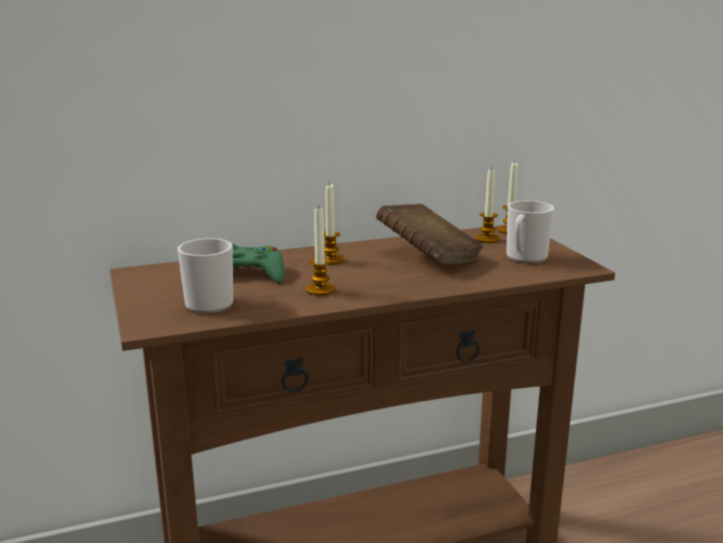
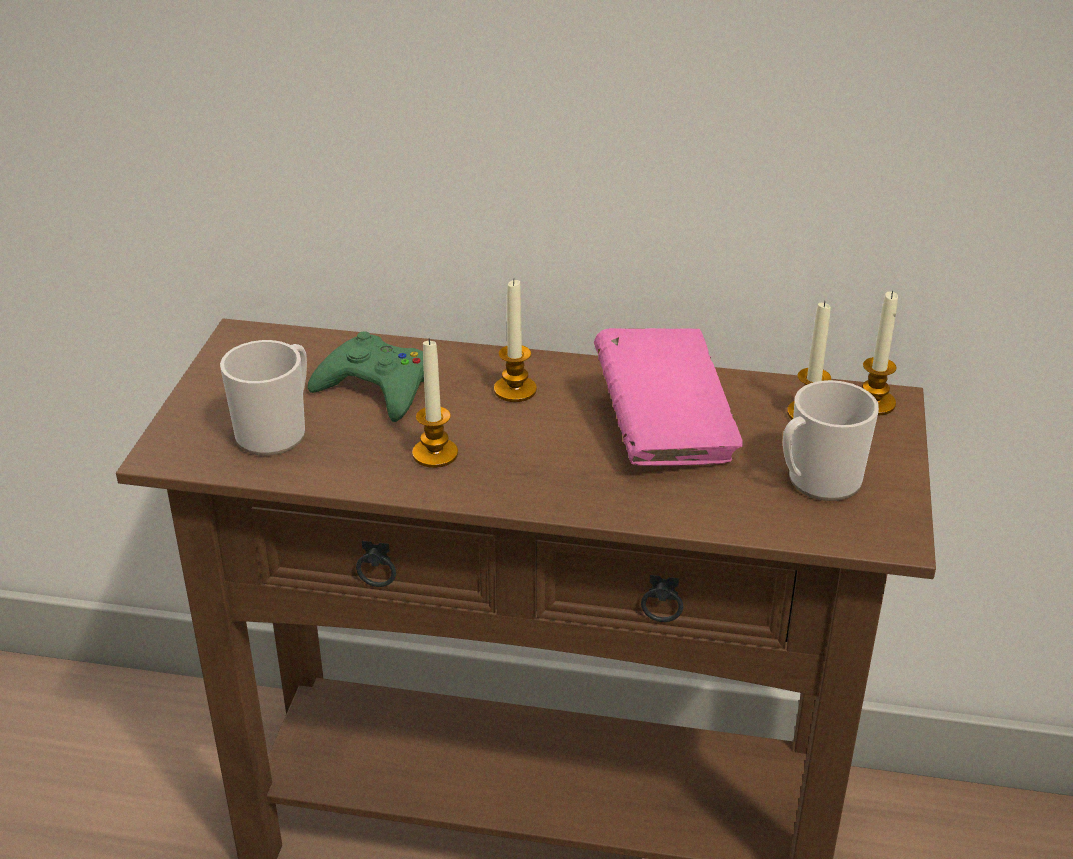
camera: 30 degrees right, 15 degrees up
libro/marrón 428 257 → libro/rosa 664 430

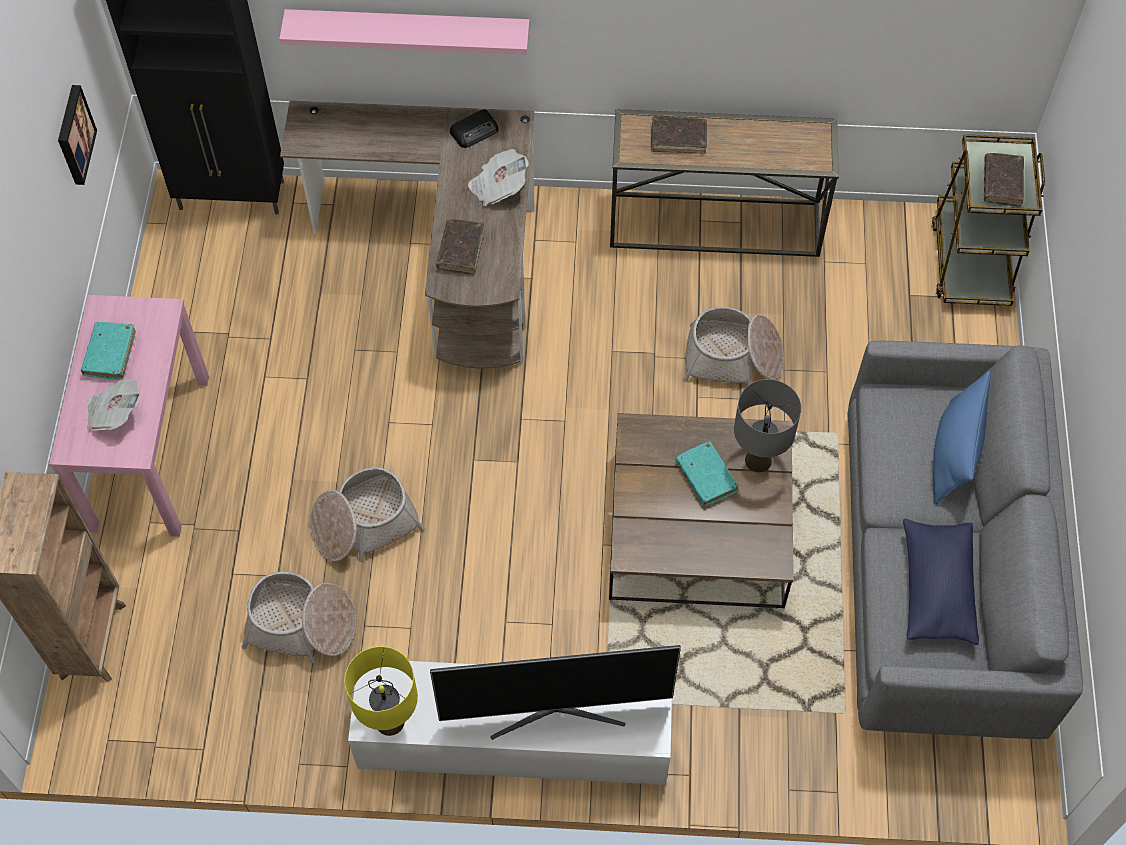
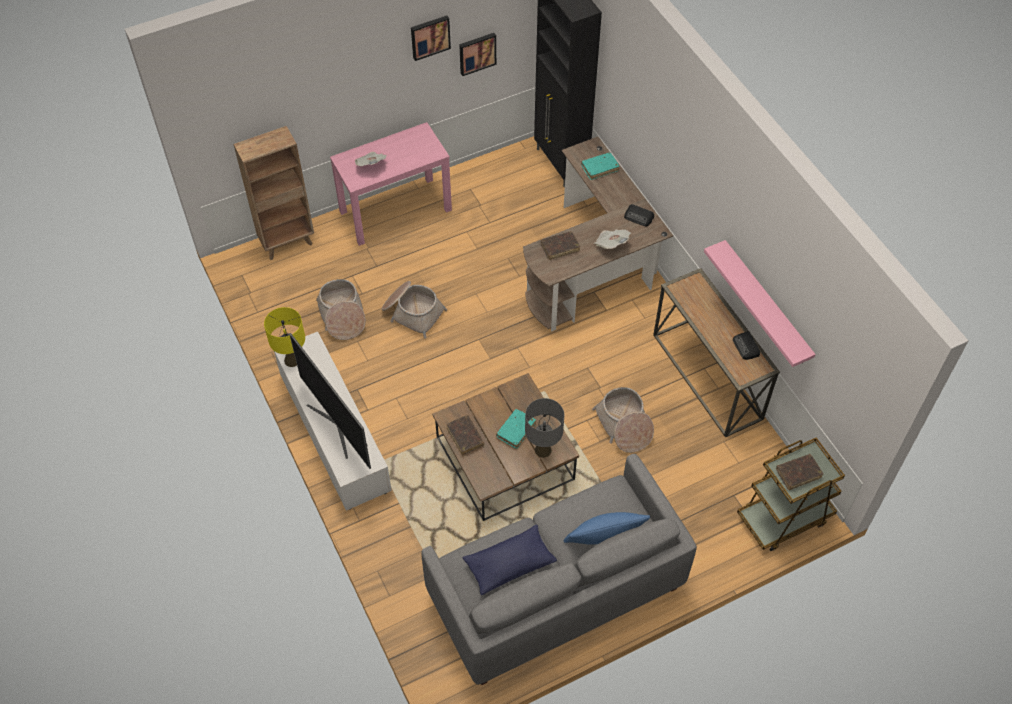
camera: 60 degrees right, 5 degrees down
- → cuadro 430 36
- → radio 746 347
libro/turquesa 110 354 → libro/turquesa 600 168, moved
estante/rosa 408 30 → estante/rosa 766 304, moved
libro/marrón 678 139 → libro/marrón 465 437, moved

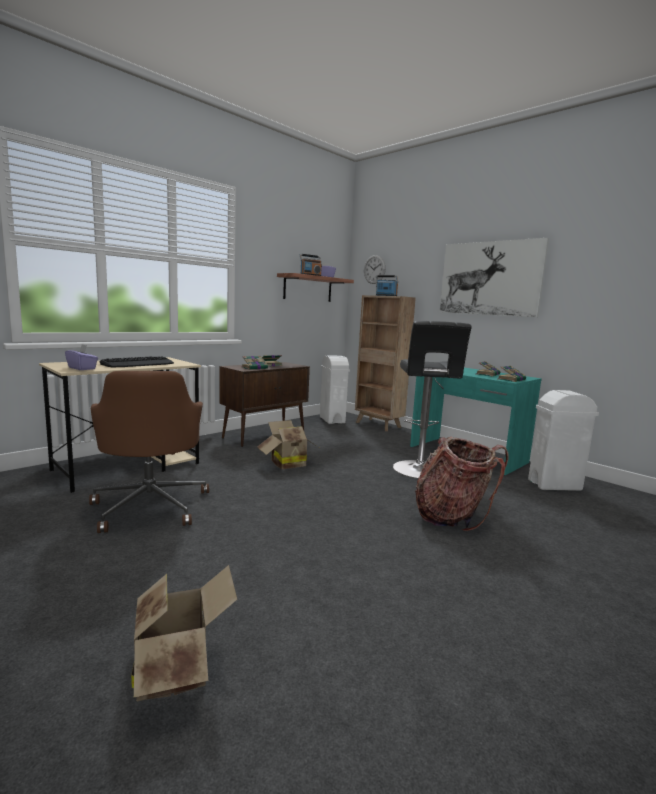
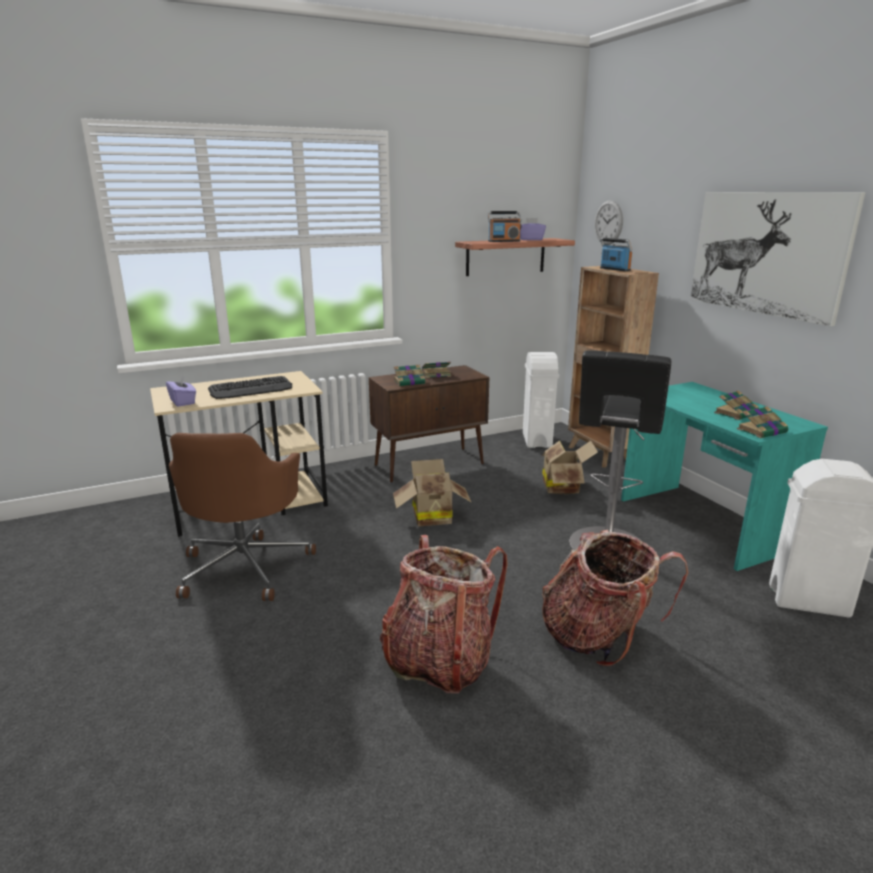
camera: 20 degrees right, 10 degrees up
- → mochila 439 660
caja de cartón 178 668 → caja de cartón 563 487, moved

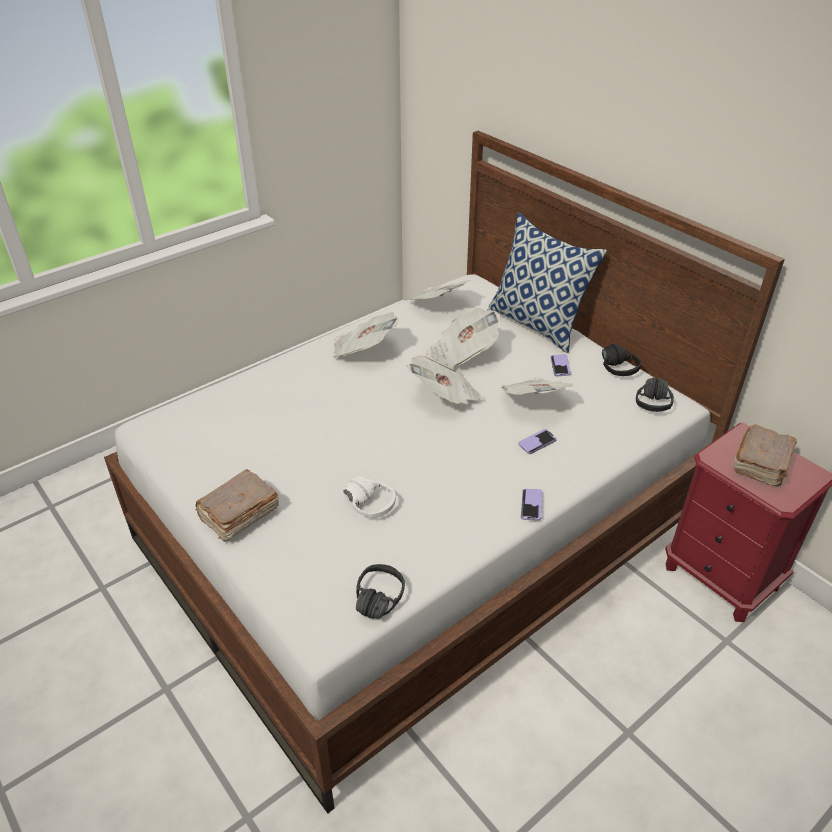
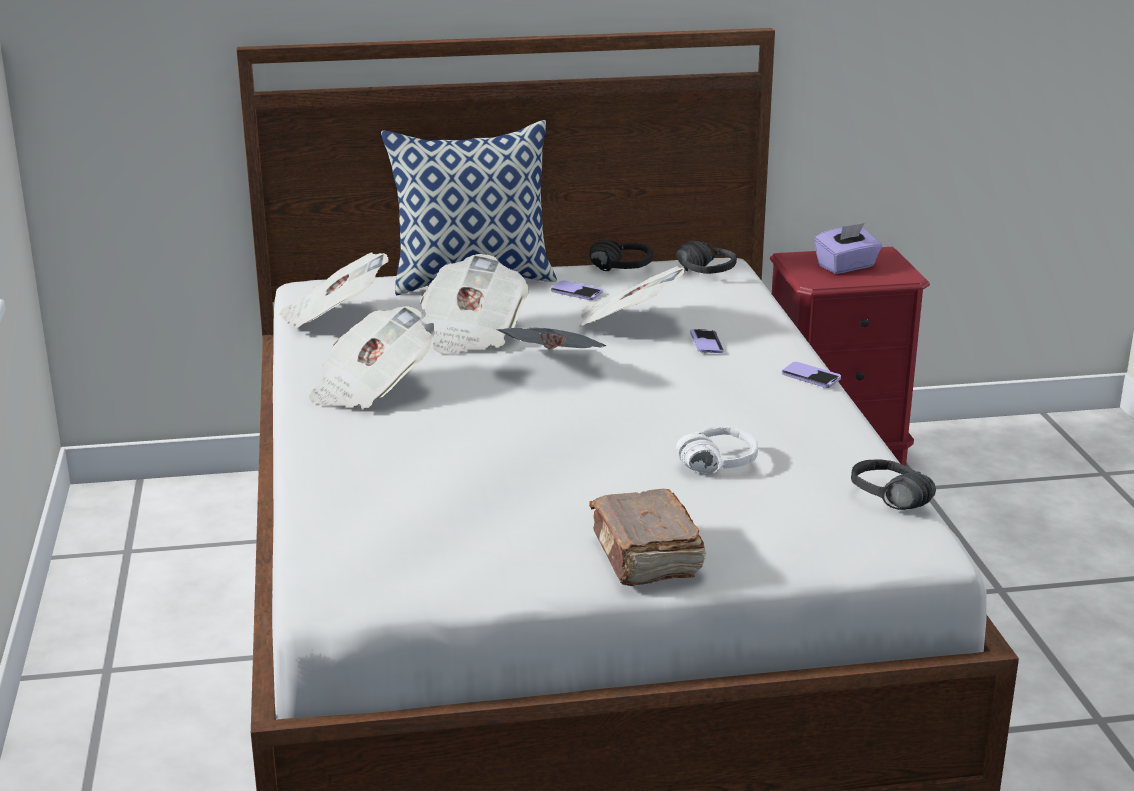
camera: 60 degrees left, 15 degrees down
libro/marrón 762 464 → caja de pañuelos/morado 846 266

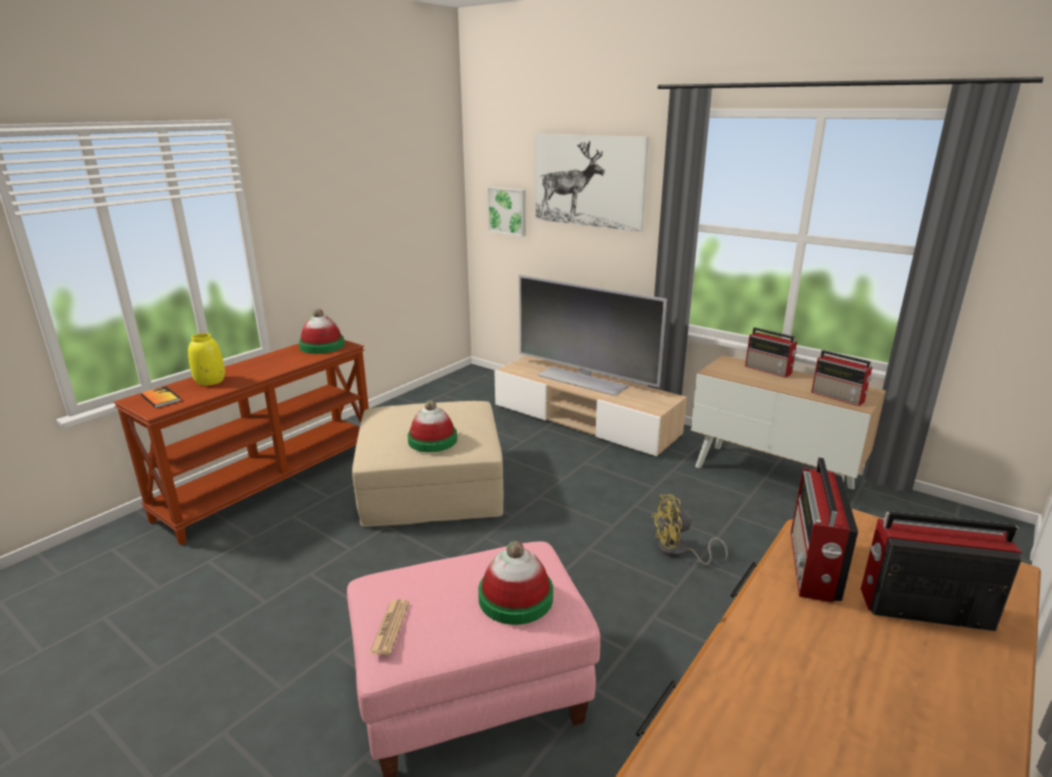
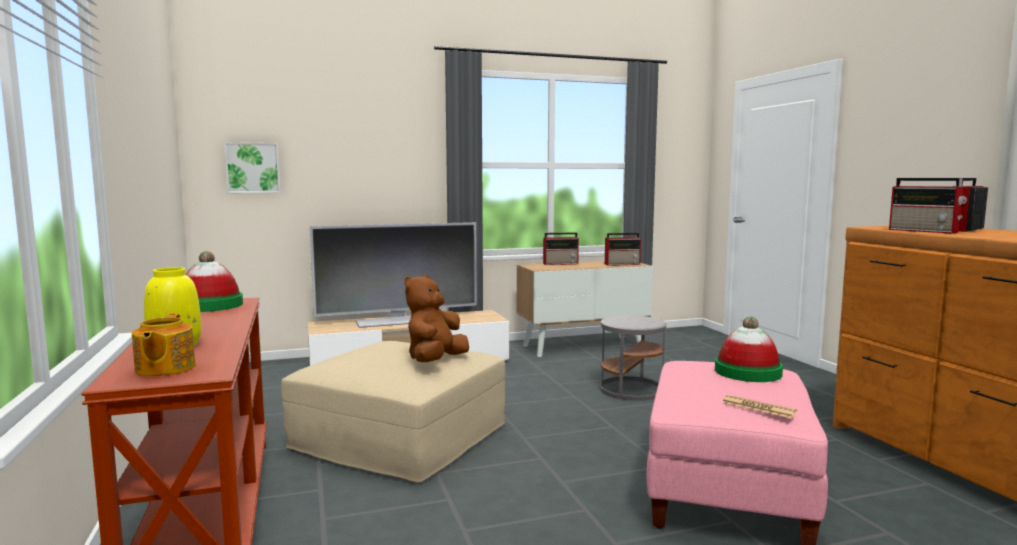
camera: 55 degrees left, 15 degrees down
cuadro 589 181 → -
libro 161 398 → tetera 164 369
sombrero 432 440 → peluche/marrón 435 361
ventilador/amarillo 678 552 → mesa auxiliar/gris 631 389

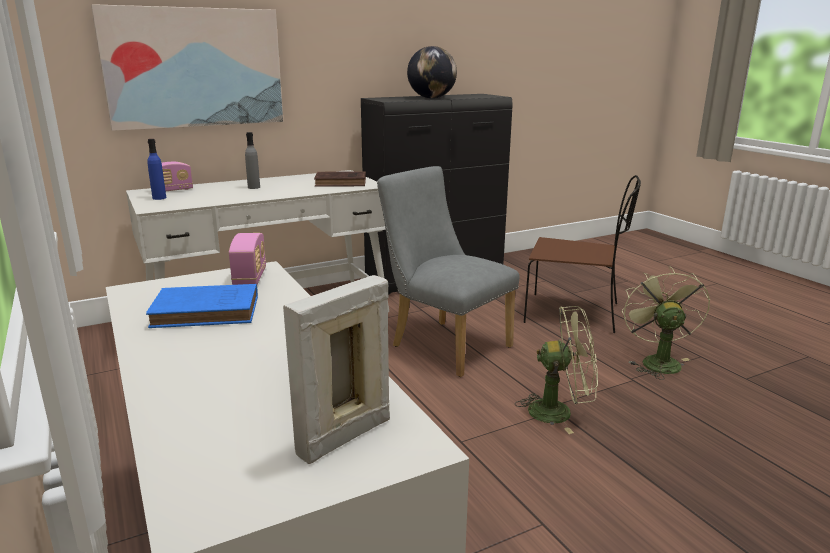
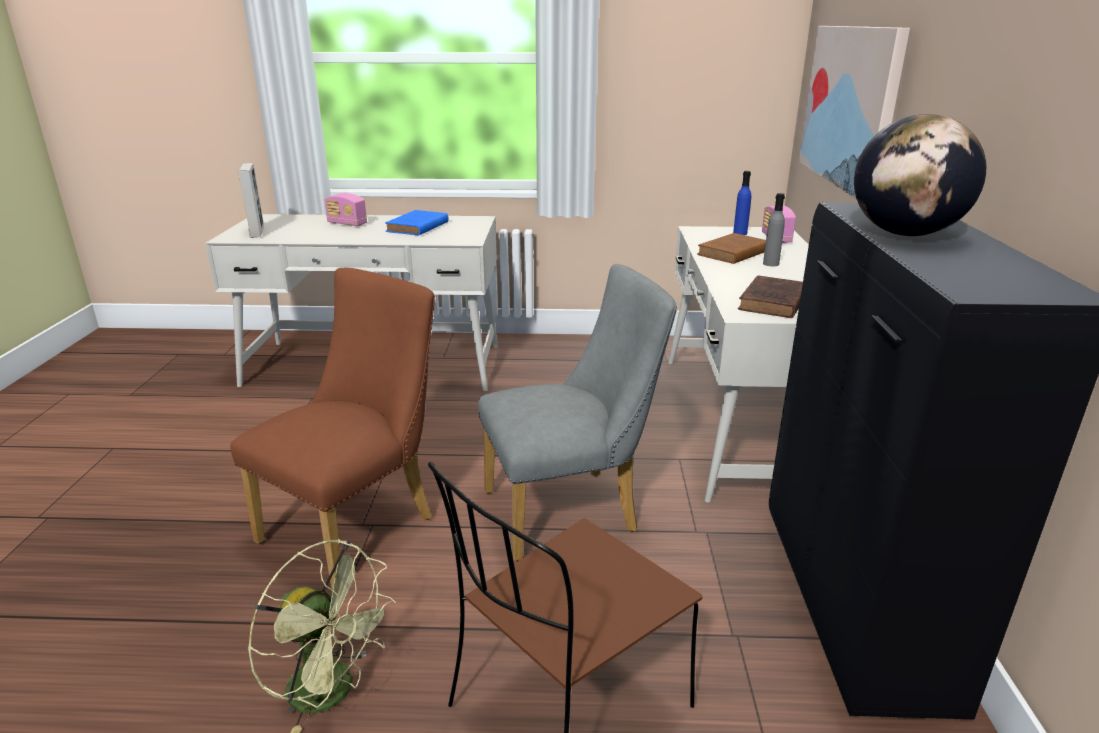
camera: 120 degrees right, 5 degrees up
- → libro/marrón 732 253
radio 250 278 → radio 347 224, moved
ventilador/verde 559 412 → silla/marrón 358 524

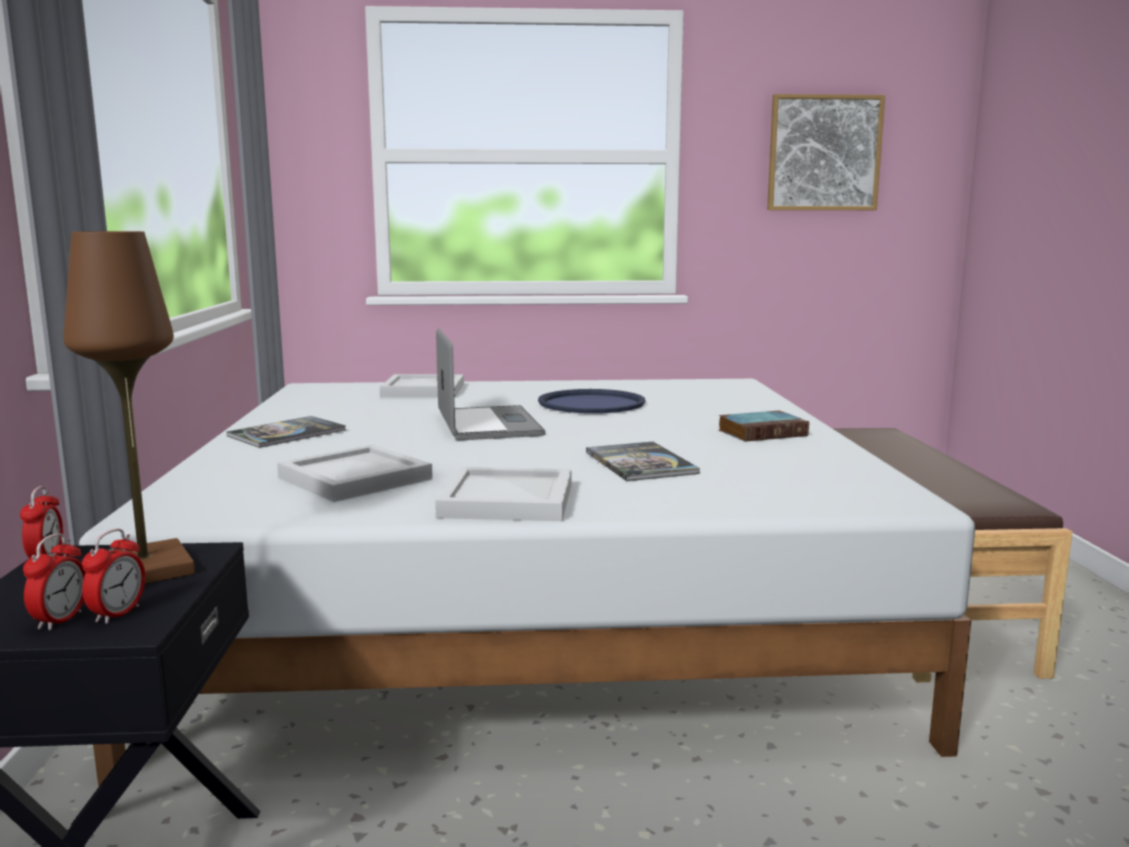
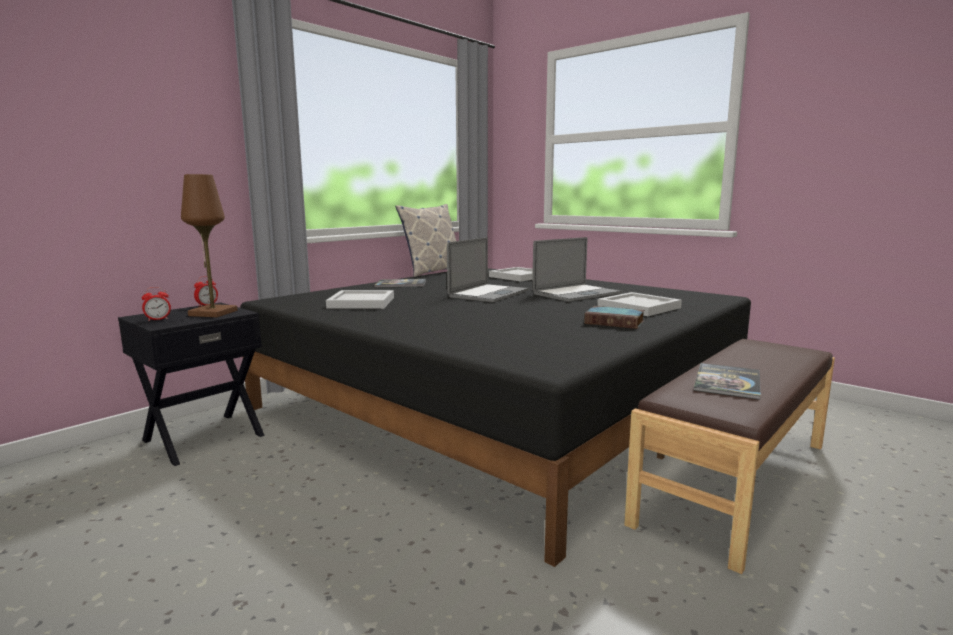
camera: 45 degrees right, 0 degrees up
despertador 118 614 → -
cuadro 824 153 → -
- → cojín 432 272
bandeja/blanco 506 500 → bandeja/blanco 638 307, moved
libro 640 463 → libro 727 382, moved
bandeja/azul 591 403 → portátil 576 293
cama/blanco 531 604 → cama/negro 499 405

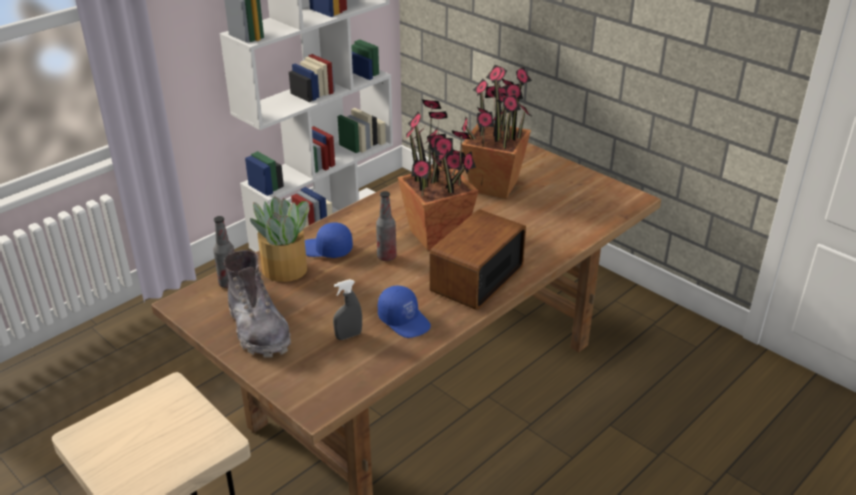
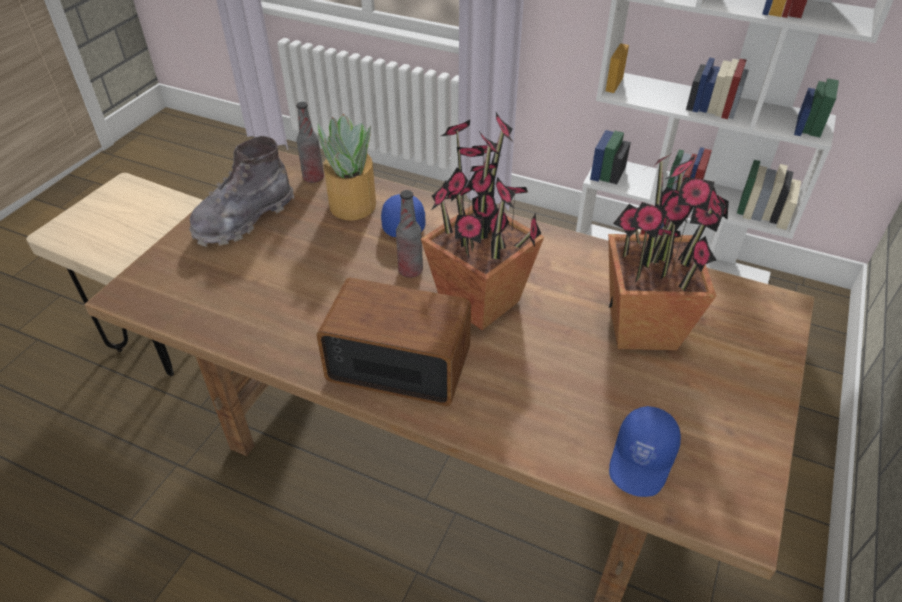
camera: 70 degrees right, 10 degrees up
pulverizador/gris 348 335 → -
gorra/azul 404 320 → gorra/azul 643 460, moved

